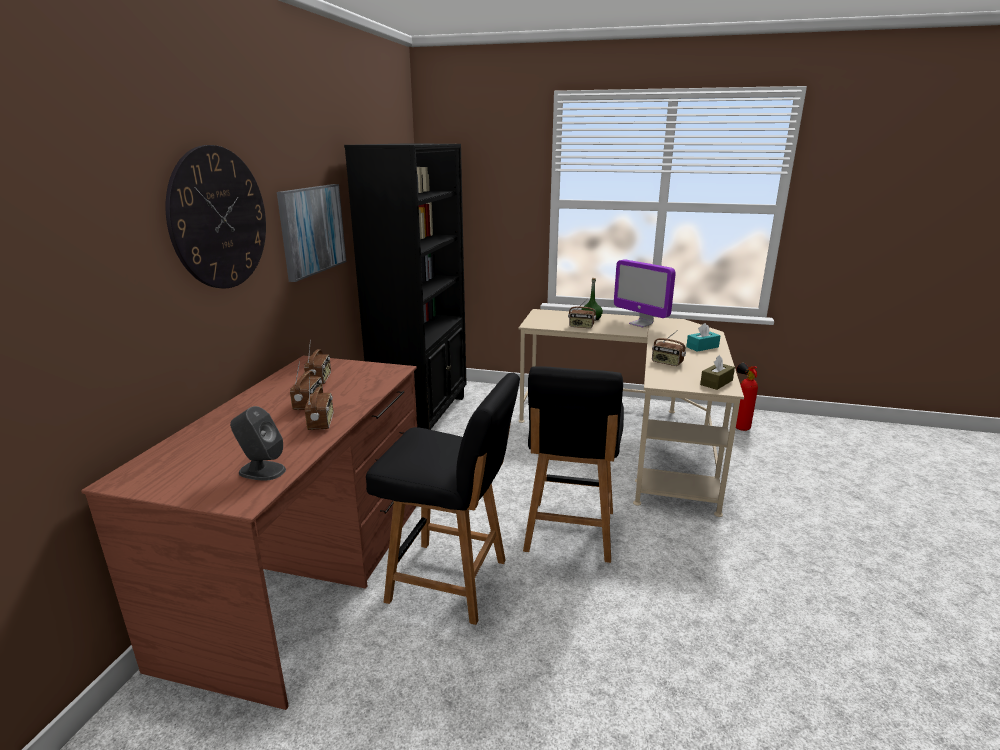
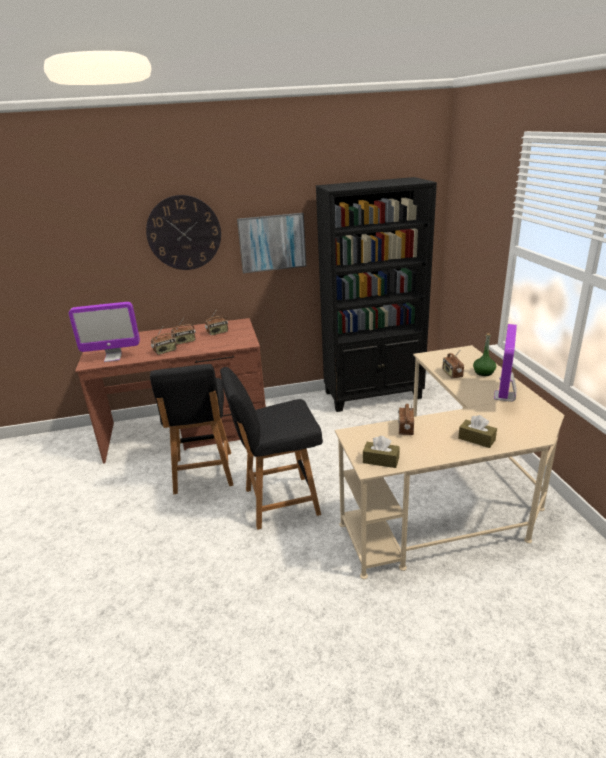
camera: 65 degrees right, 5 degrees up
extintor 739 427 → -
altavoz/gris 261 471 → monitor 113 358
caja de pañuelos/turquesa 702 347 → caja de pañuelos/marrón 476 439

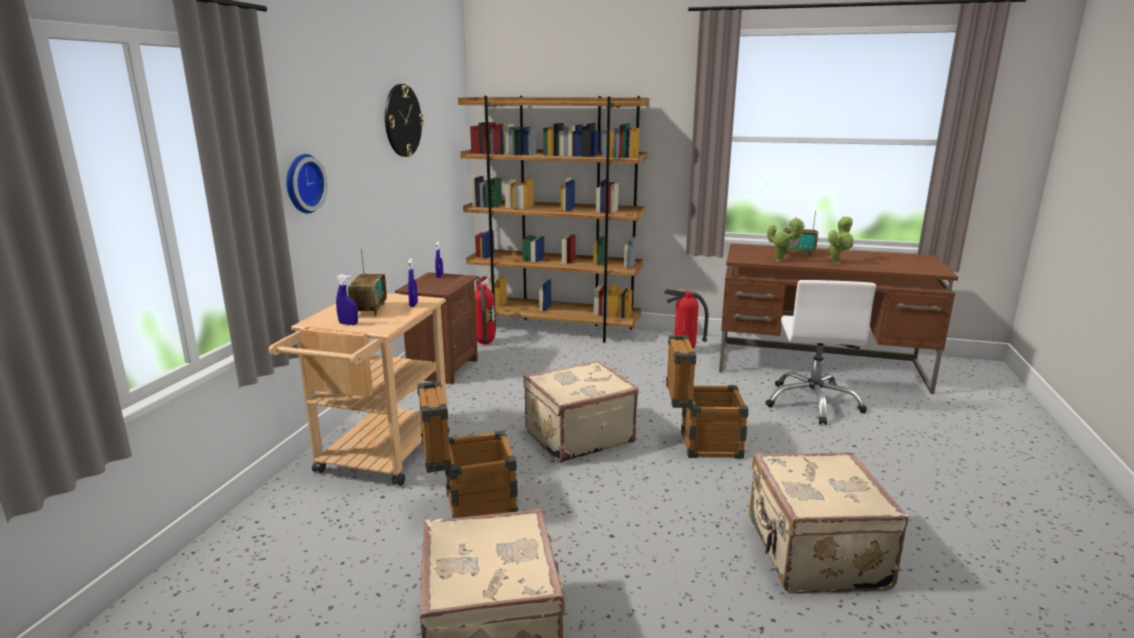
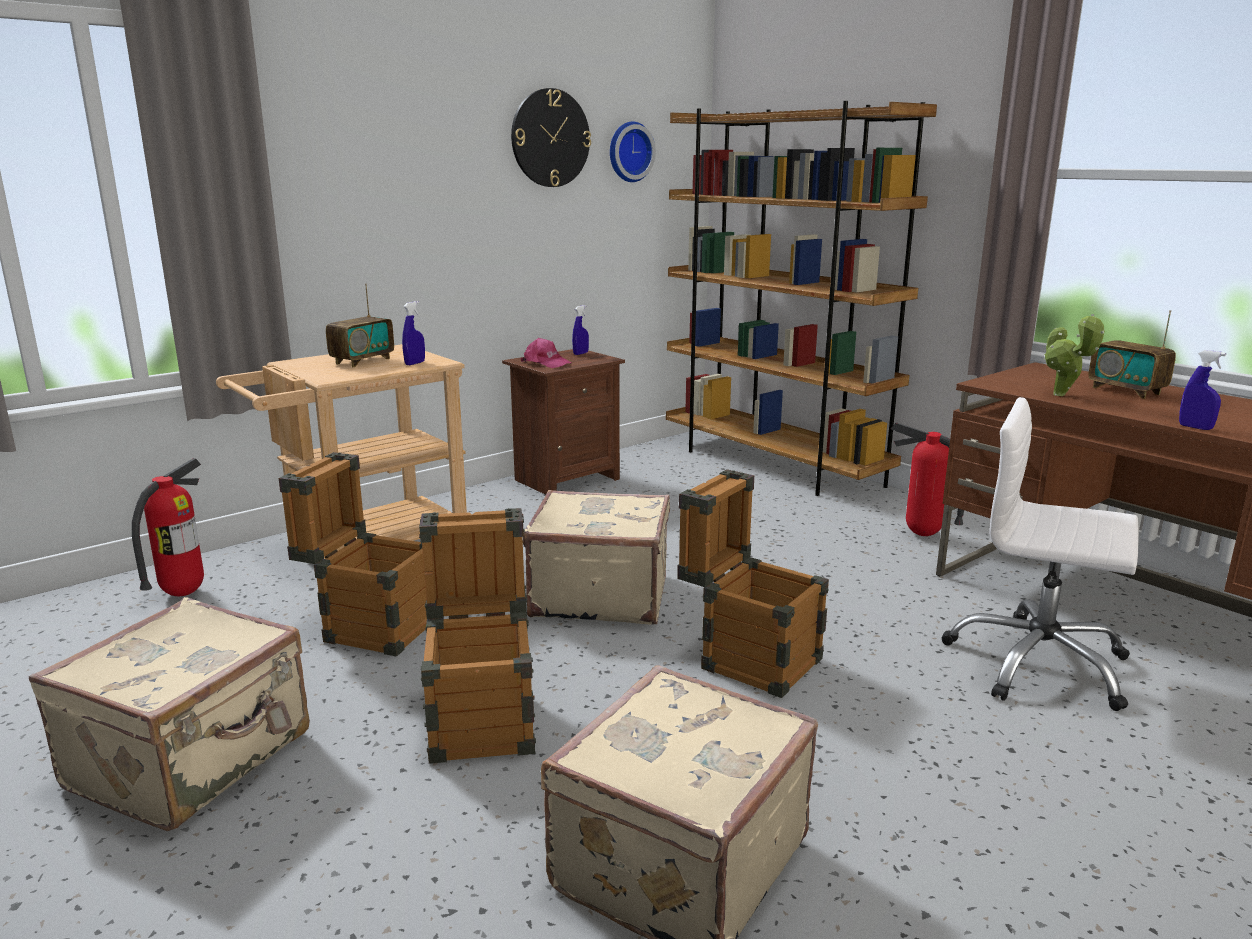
camera: 35 degrees right, 0 degrees up
planta en maceta 837 262 → -
- → caja de embalaje 483 718
- → gorra/rosa 546 363
reloj de pared 302 183 → reloj de pared 629 152, moved
pulverizador/azul 348 324 → pulverizador/azul 1195 427, moved
extintor 484 343 → extintor 183 593, moved
silla de oficina/blanco 813 403 → silla de oficina/blanco 1037 664, 75 degrees clockwise

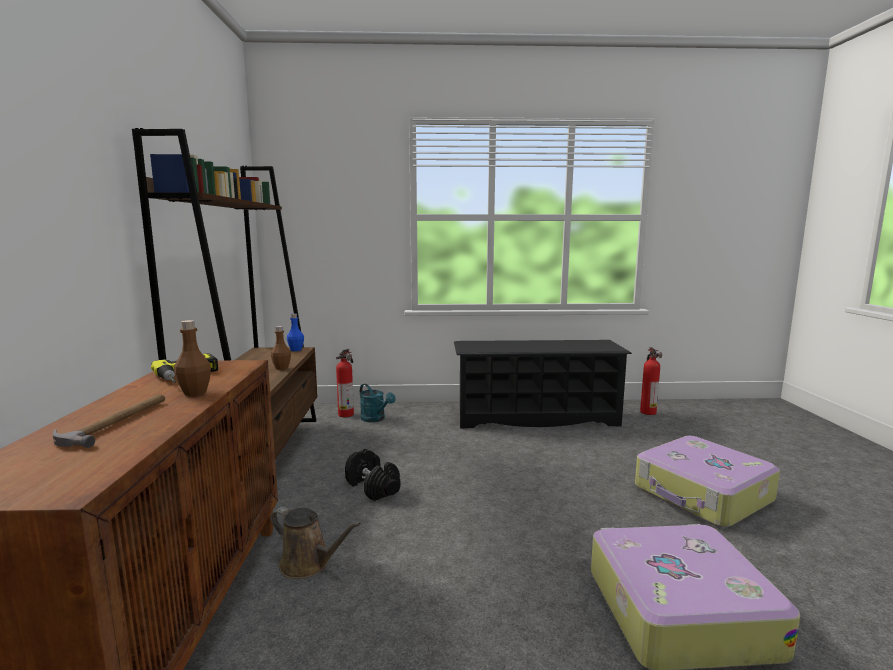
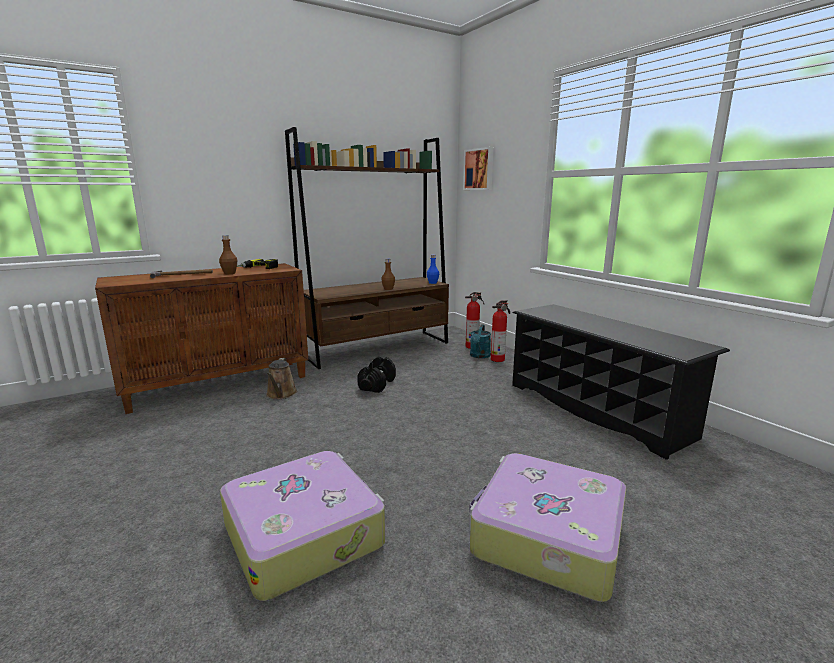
camera: 60 degrees right, 5 degrees up
- → cuadro 479 169
extintor 647 411 → extintor 498 359, moved

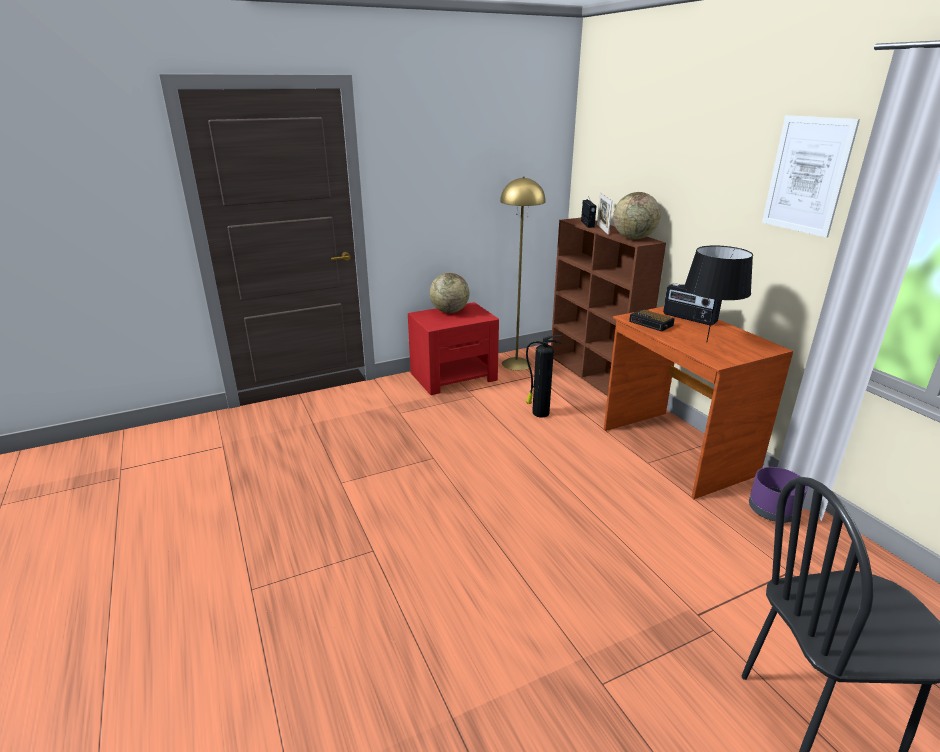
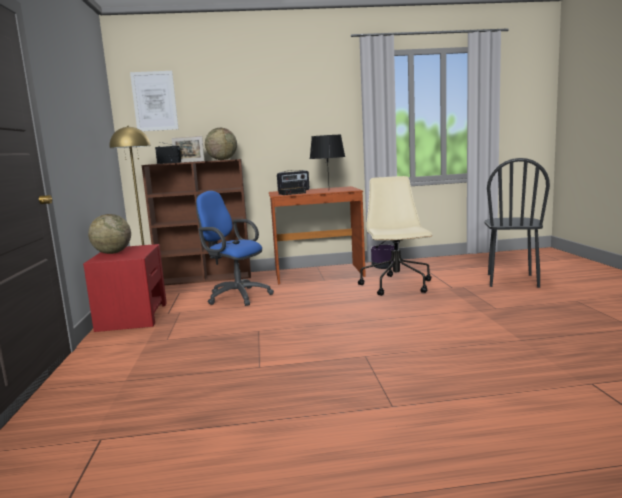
camera: 70 degrees left, 15 degrees down
- → silla de oficina/beis 397 286
cuadro 807 175 → cuadro 154 101, moved
extintor 539 413 → silla de oficina/azul 235 296

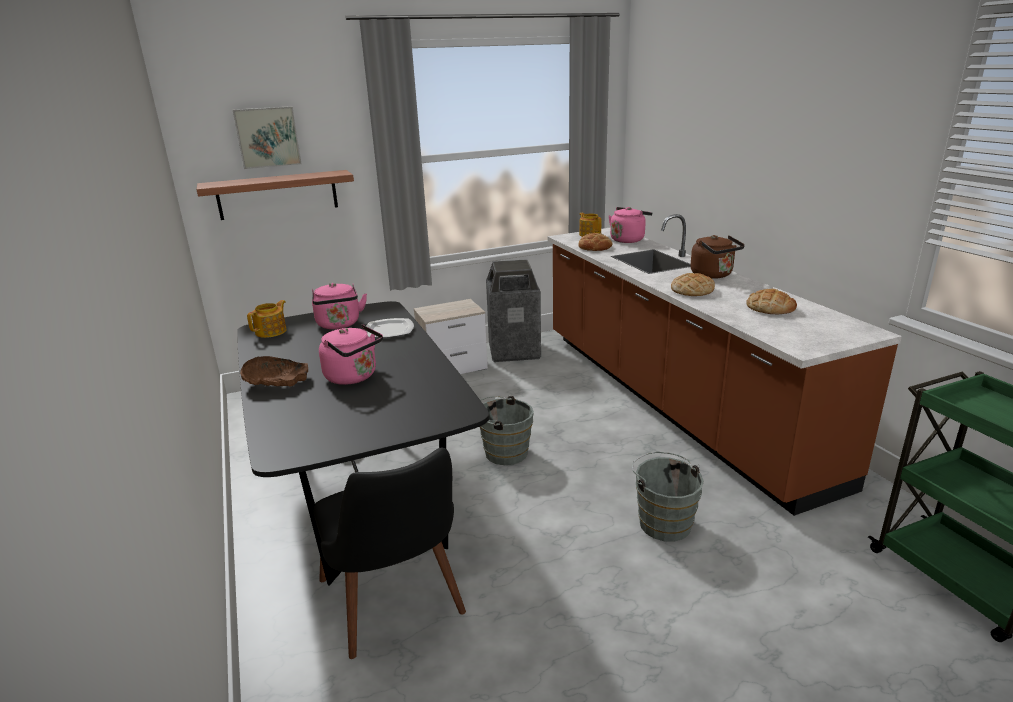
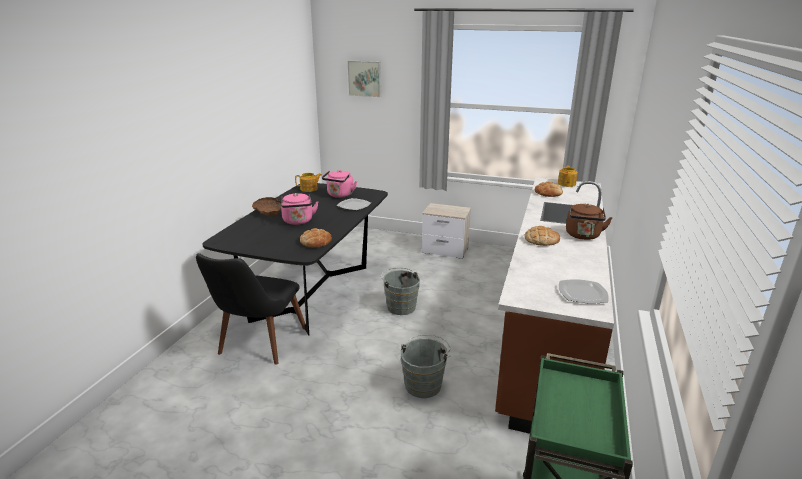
camera: 40 degrees right, 0 degrees up
estante 277 194 → -
papelera 513 351 → -
hervidor/rosa 628 239 → -
- → plato 582 293
pan 770 308 → pan 316 242, moved

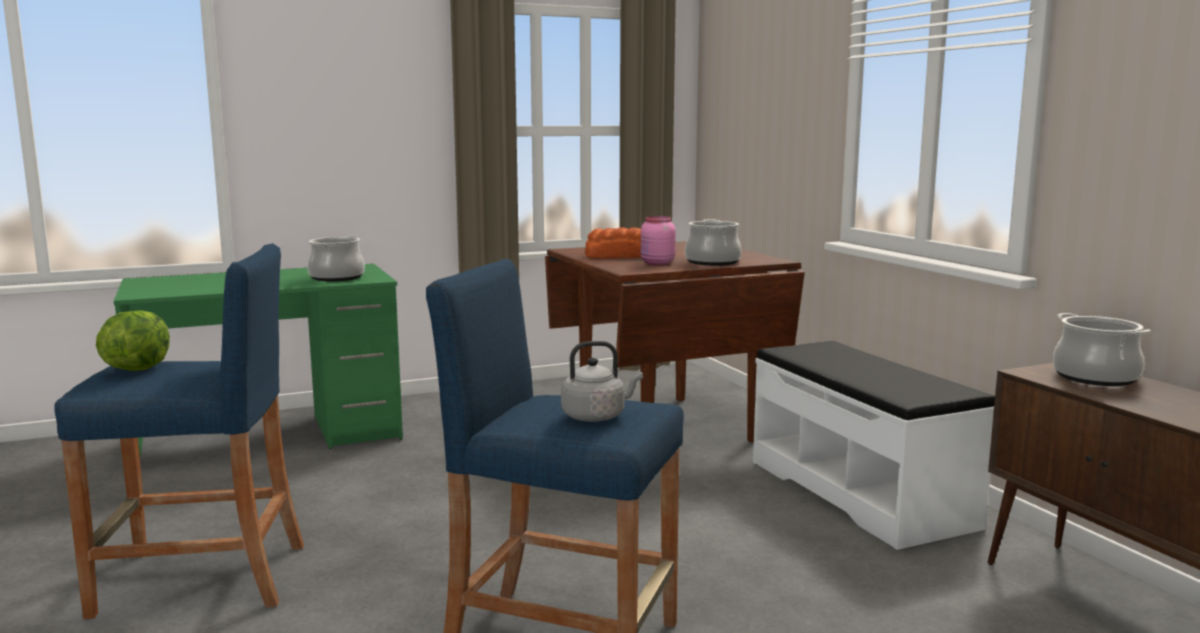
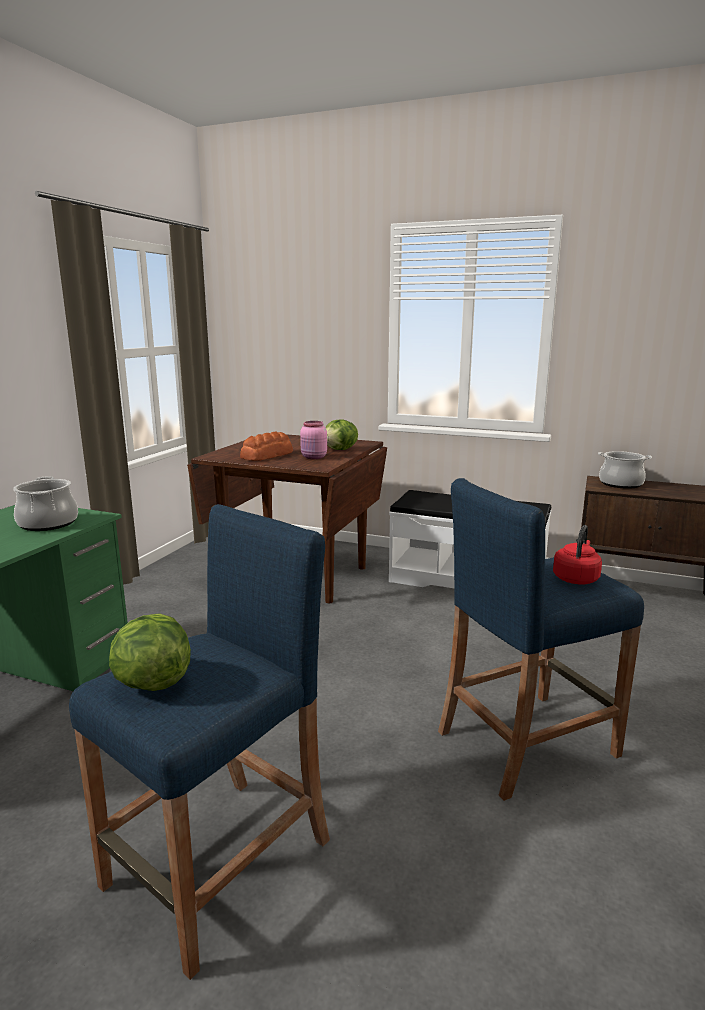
camera: 45 degrees left, 5 degrees up
olla 713 262 → lechuga 340 450
hervidor/gris 597 416 → hervidor/rojo 576 578

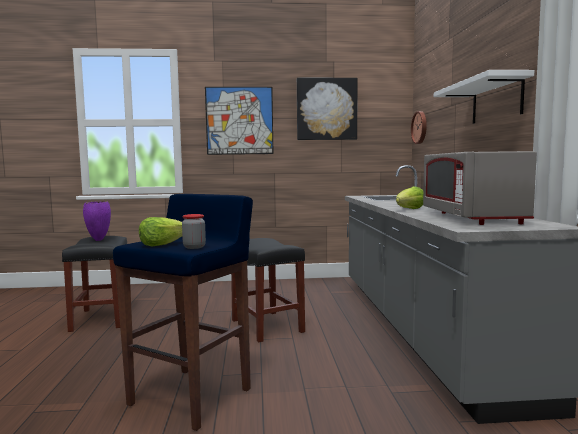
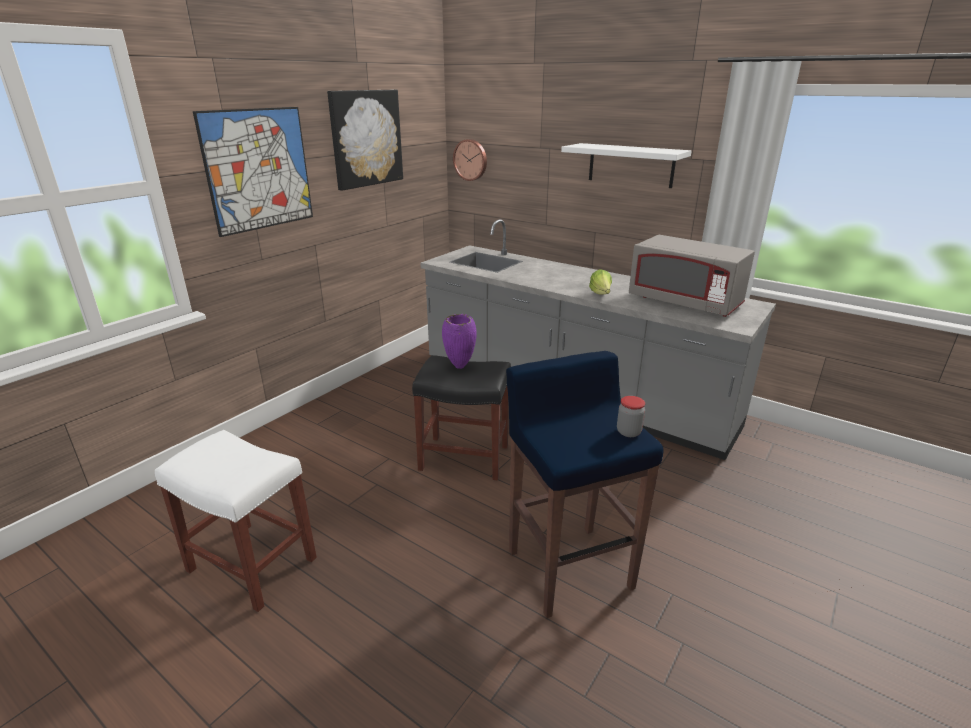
camera: 50 degrees left, 20 degrees up
lechuga 162 244 → -
florero/morado 98 240 → florero/morado 460 367, moved
taburete/negro 102 319 → taburete/blanco 254 565

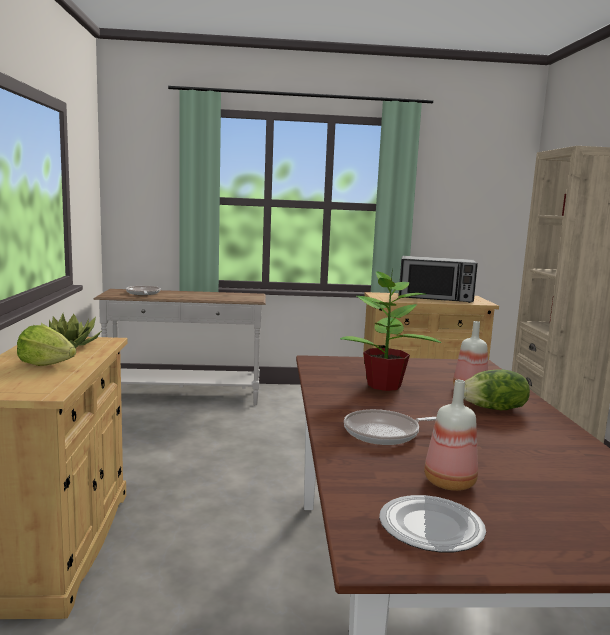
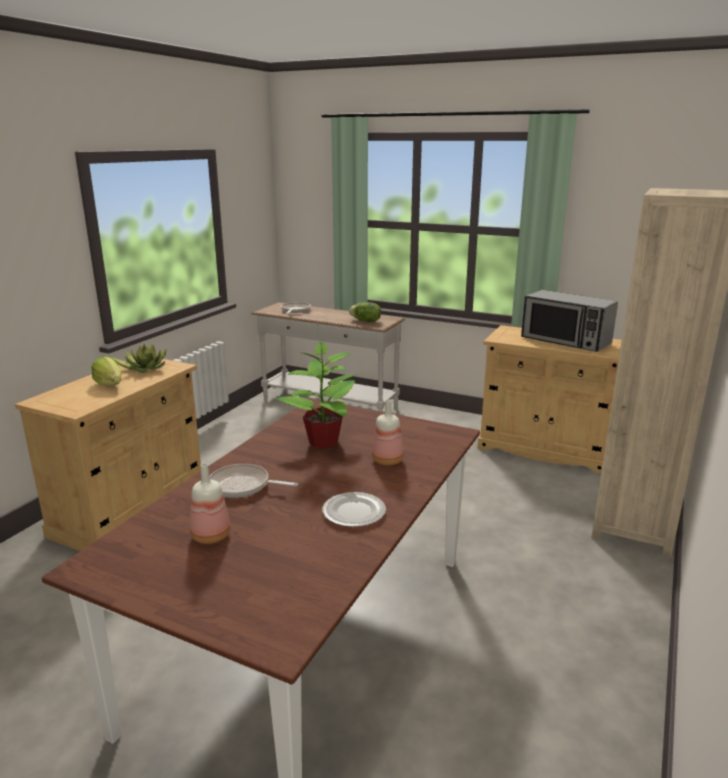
camera: 30 degrees right, 10 degrees up
plato 431 528 → plato 353 512, moved
lechuga 494 409 → lechuga 365 321, moved

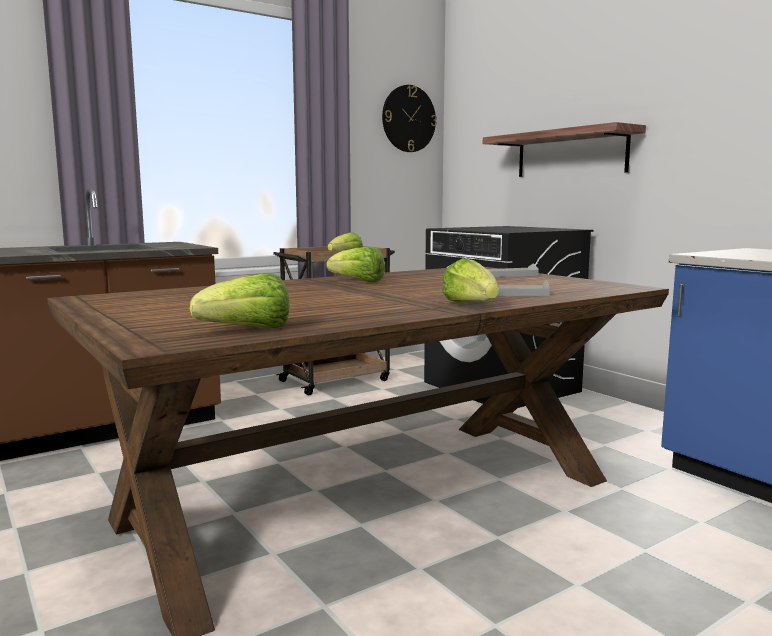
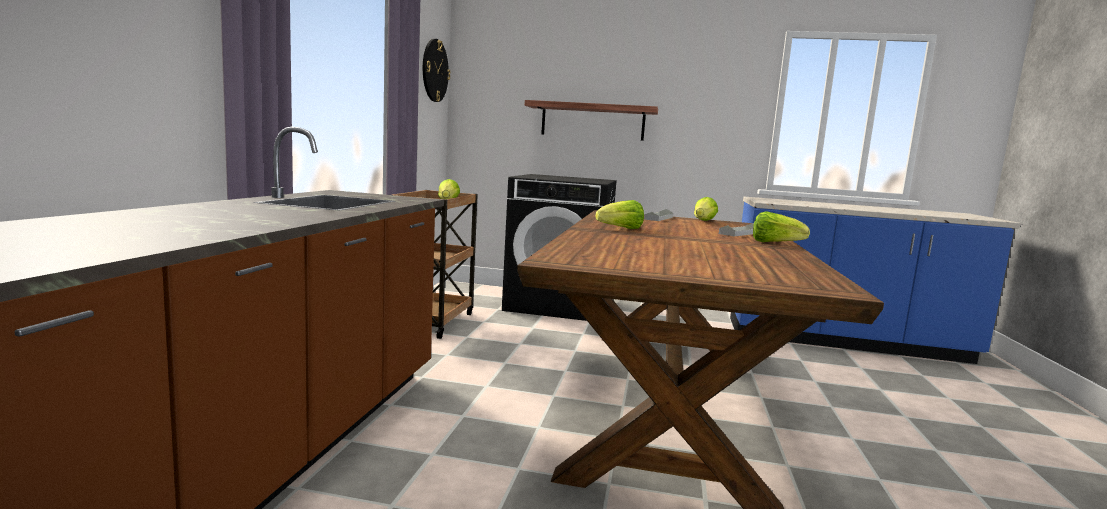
camera: 45 degrees left, 0 degrees up
lechuga 248 330 → lechuga 703 221, moved

